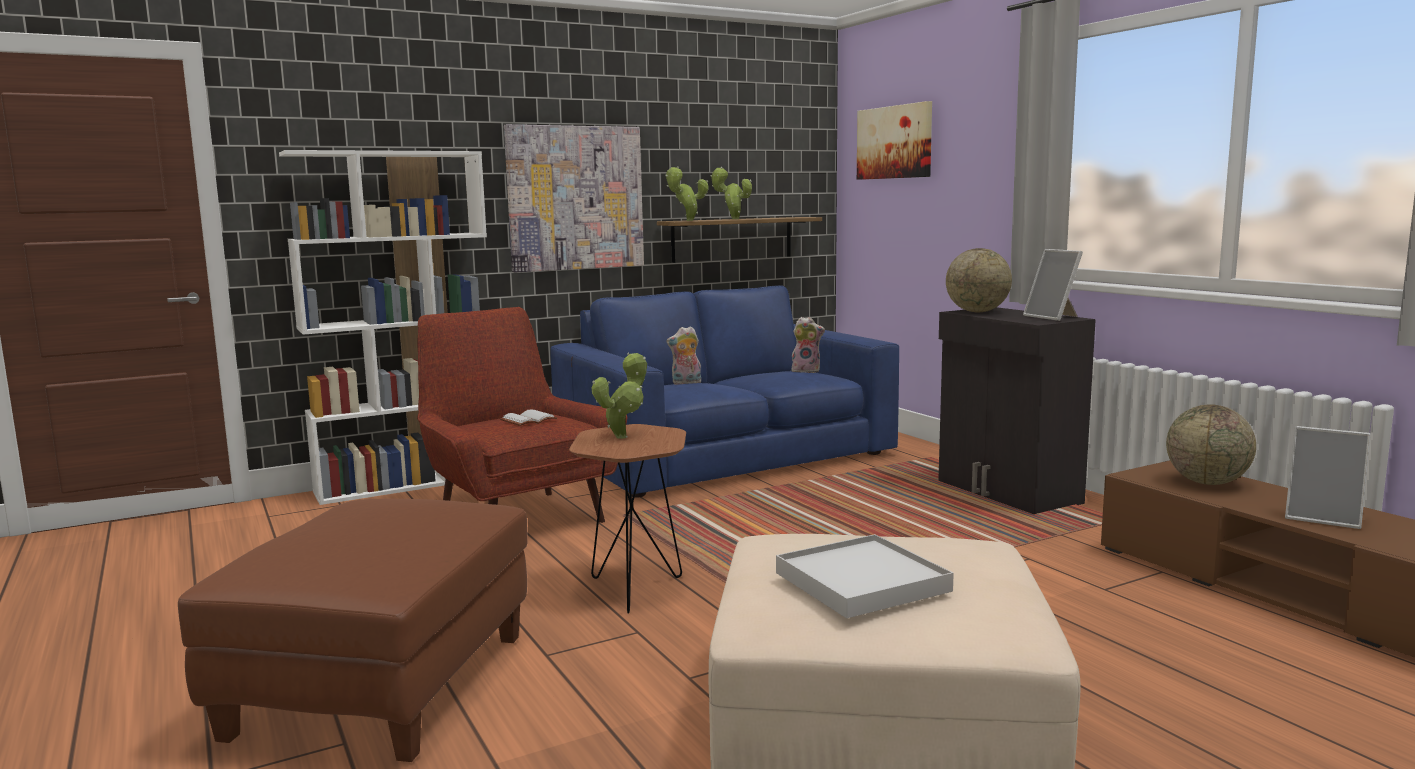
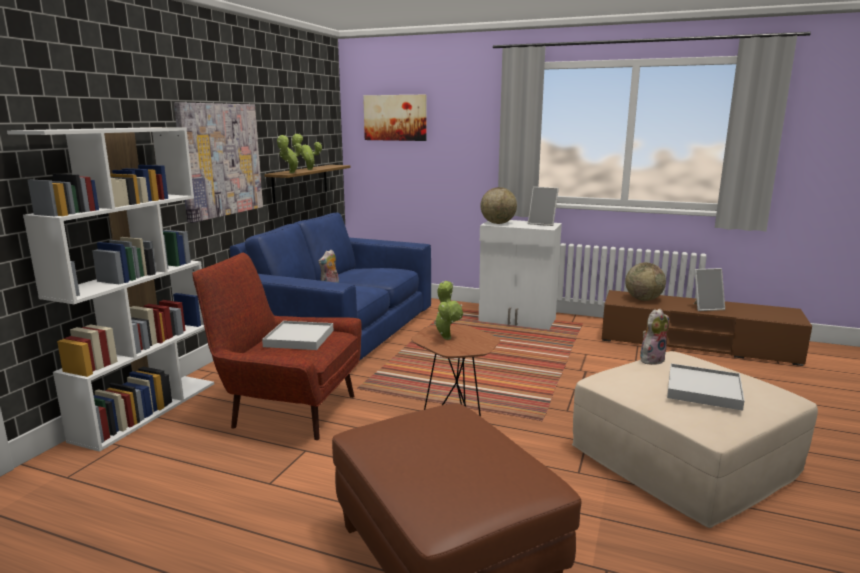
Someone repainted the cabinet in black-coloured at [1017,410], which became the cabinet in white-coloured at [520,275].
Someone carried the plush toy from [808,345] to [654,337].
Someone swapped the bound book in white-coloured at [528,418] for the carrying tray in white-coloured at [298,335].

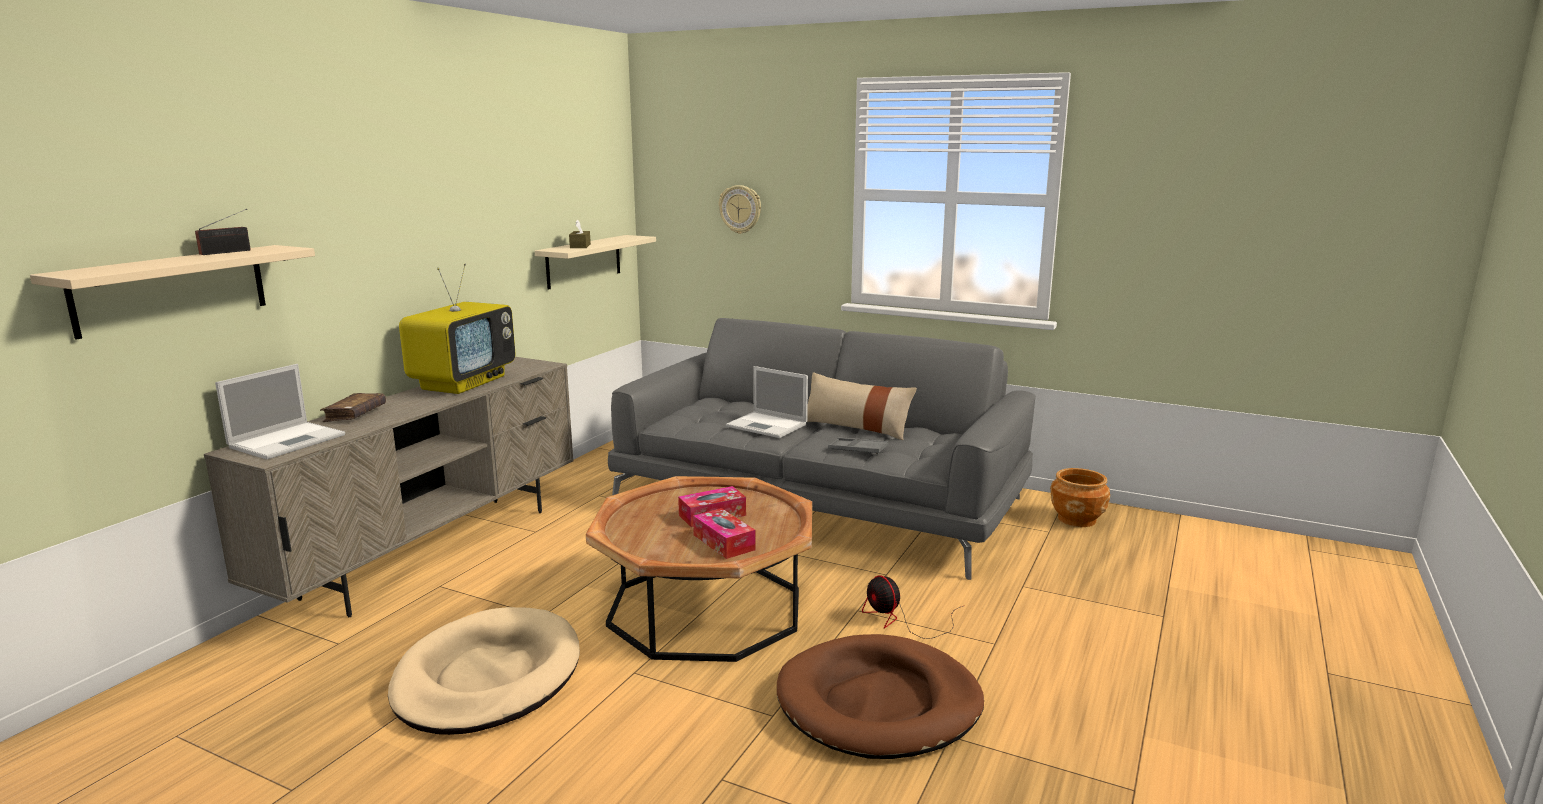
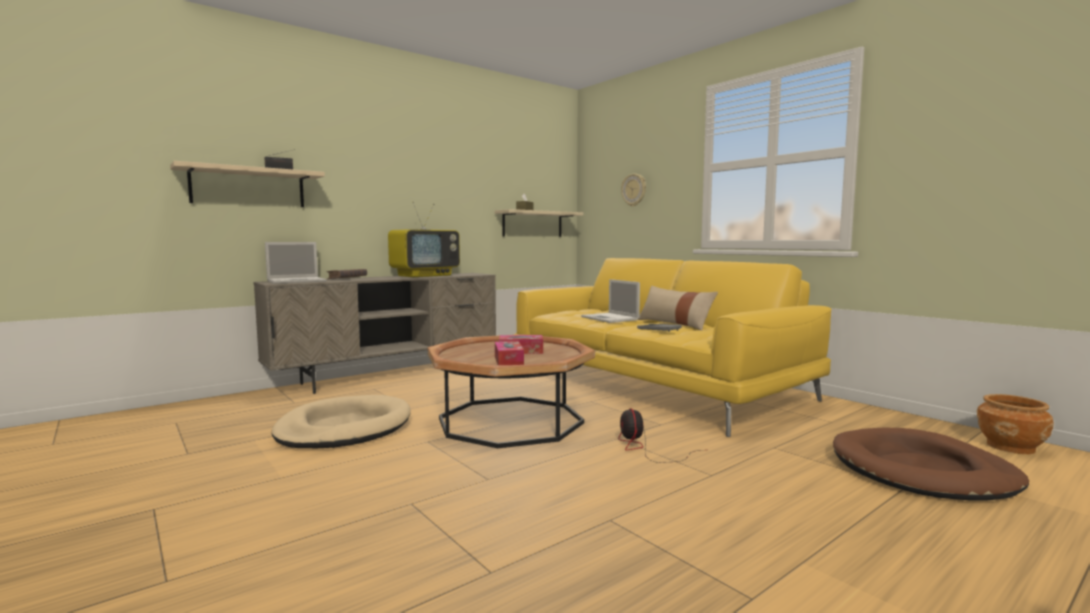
Someone repainted the couch in grey at [822,449], which became the couch in yellowish at [673,347].
Someone carried the flower pot in brownish from [1080,497] to [1015,424].
Someone carried the pet bed in brownish from [880,696] to [931,464].

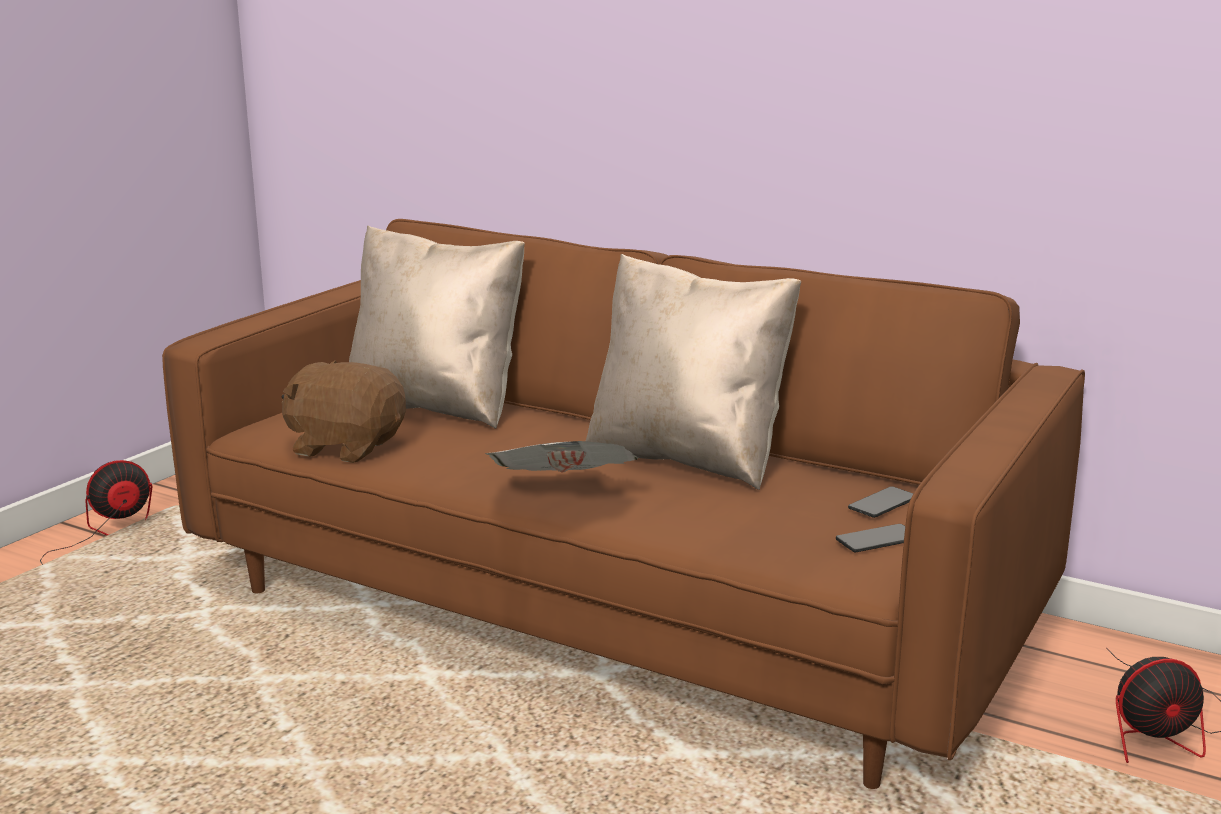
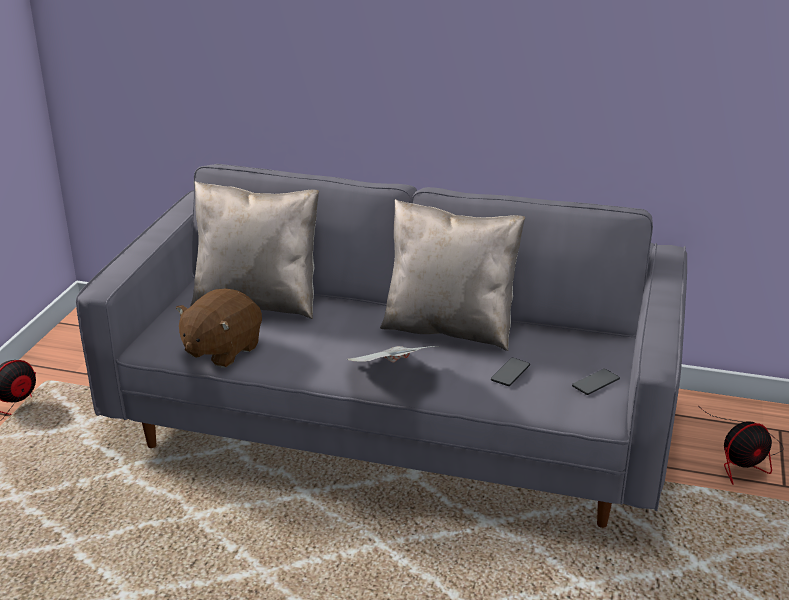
Someone repainted the couch in brownish at [623,504], which became the couch in grey at [381,346].
Someone rotated the plush toy in brownish at [343,411] by 60 degrees counterclockwise.
Someone carried the phone from [880,502] to [510,372].

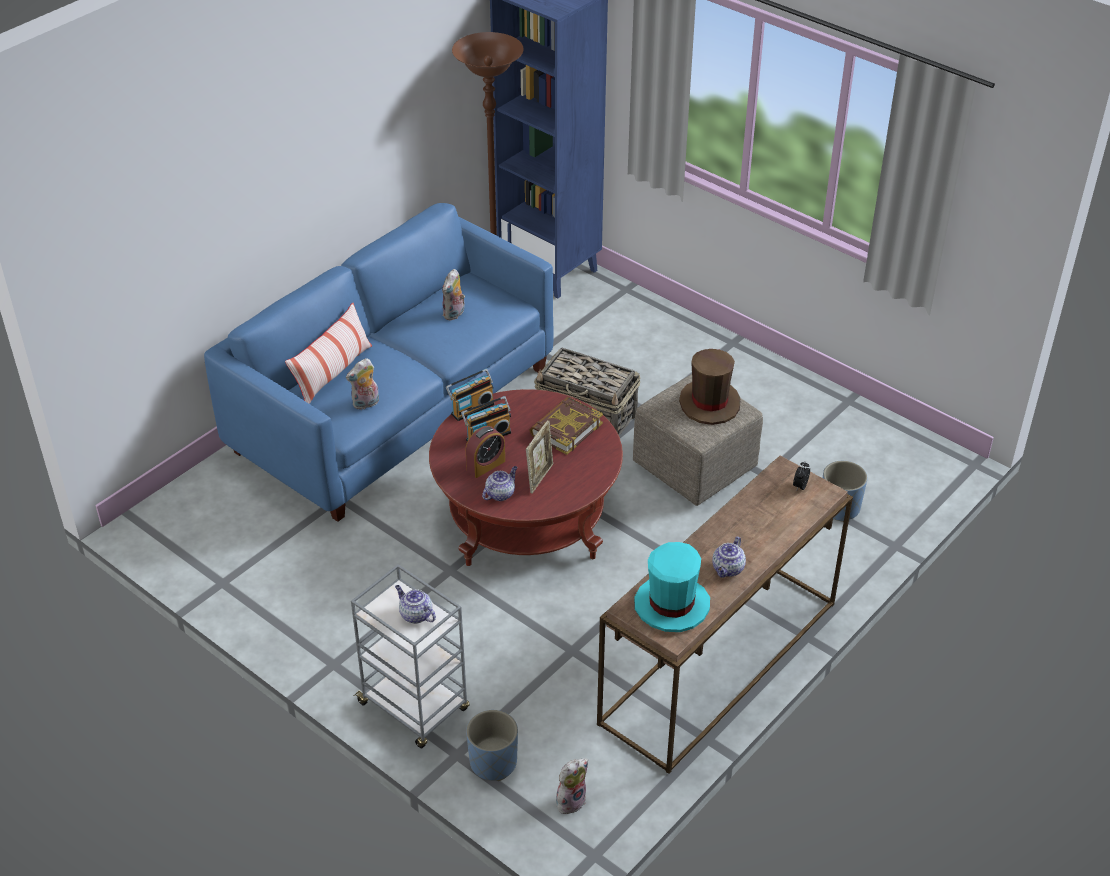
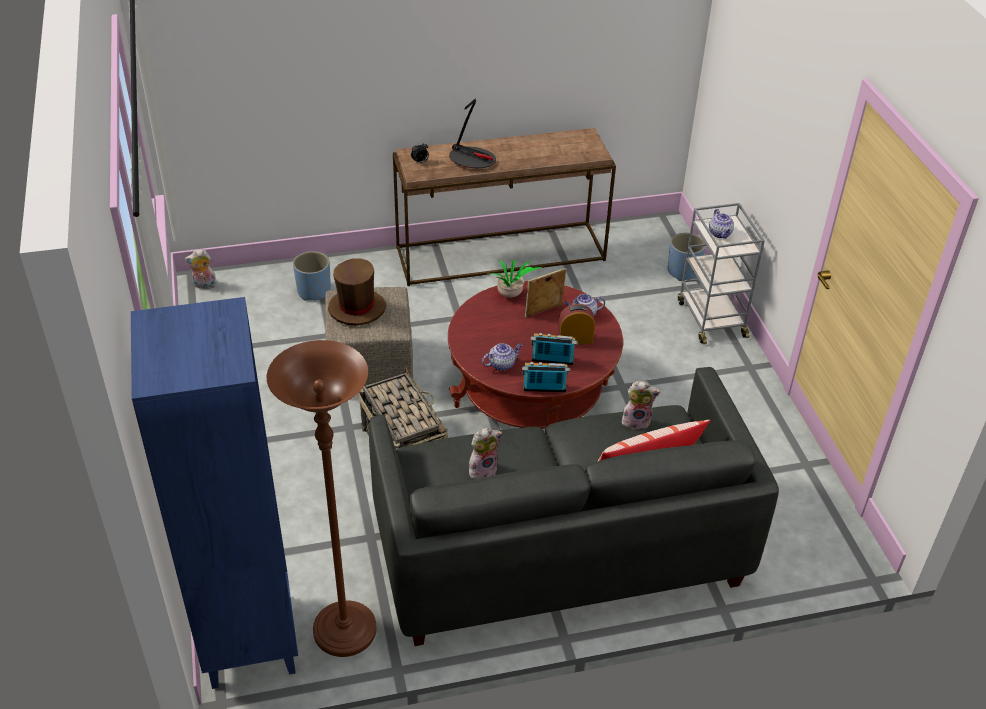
Someone repainted the couch in blue-coloured at [379,362], which became the couch in grey at [574,506].
Someone took away the bound book at [566,426].
Someone carried the pot for tea from [729,557] to [502,357].
Someone took away the clothing hat in turquoise at [672,587].
Someone carried the plush toy from [572,786] to [201,269].
Someone put down the table lamp at [472,133].
Someone put down the plant in a pot at [516,278].

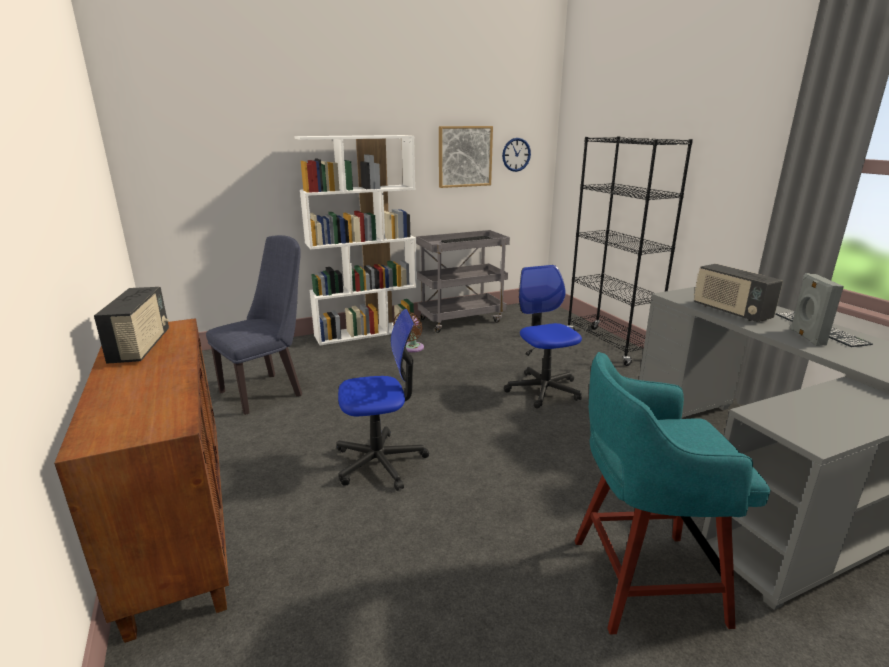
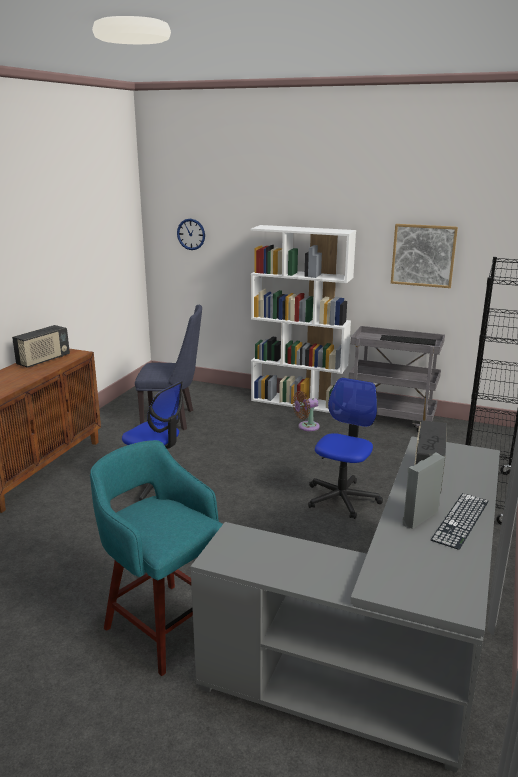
Someone carried the wall clock from [516,155] to [191,234].

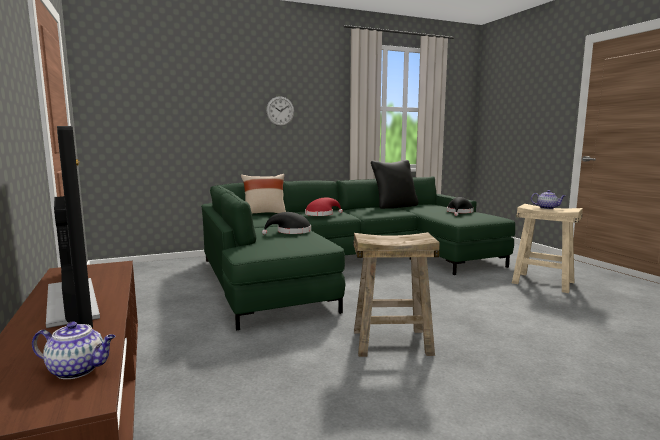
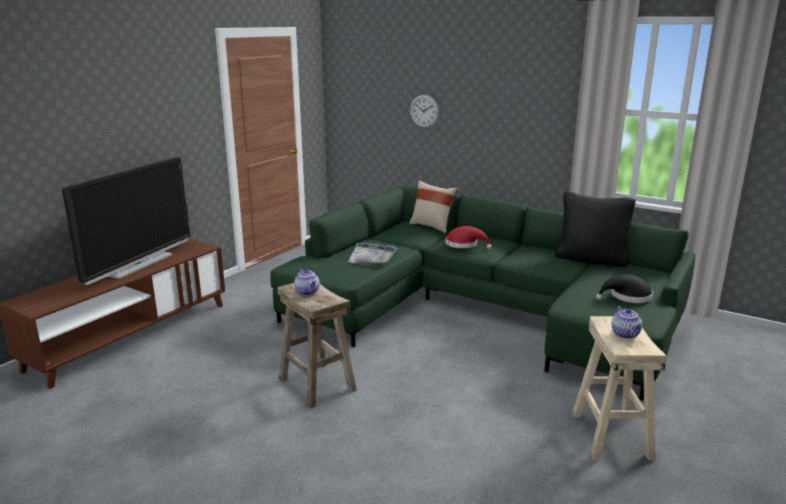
Someone carried the wall clock from [280,111] to [424,111].
Someone swapped the clothing hat in black-coloured at [286,223] for the carrying tray in grey at [372,254].
Someone carried the pot for tea from [74,350] to [307,282].

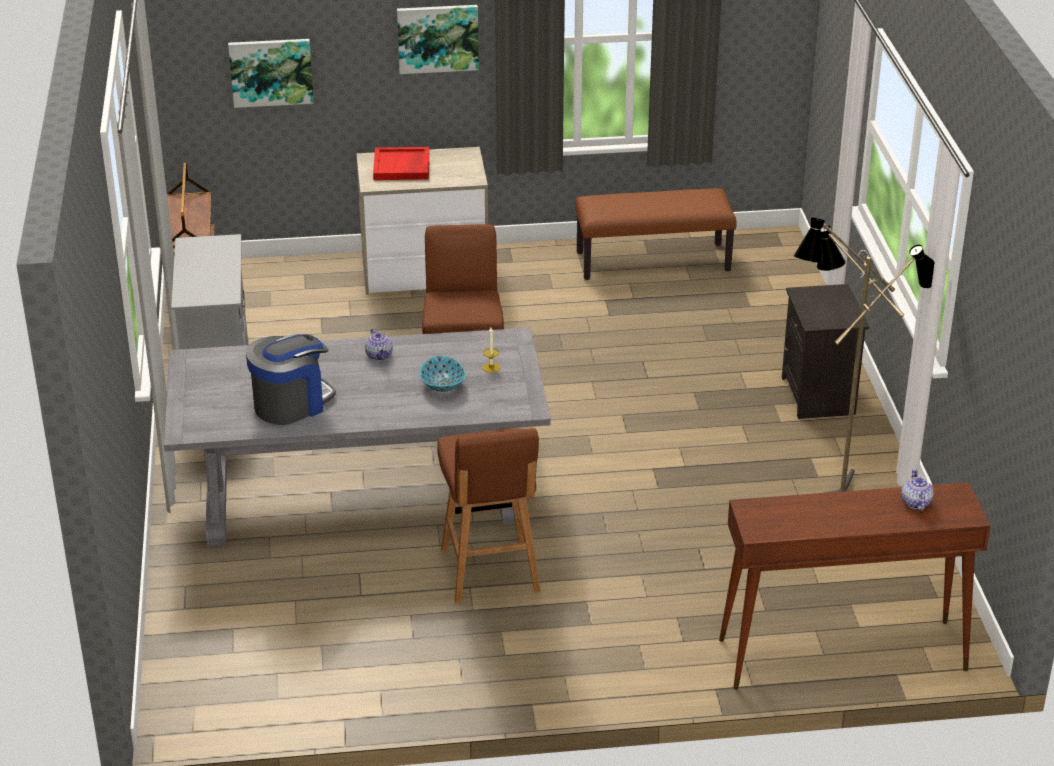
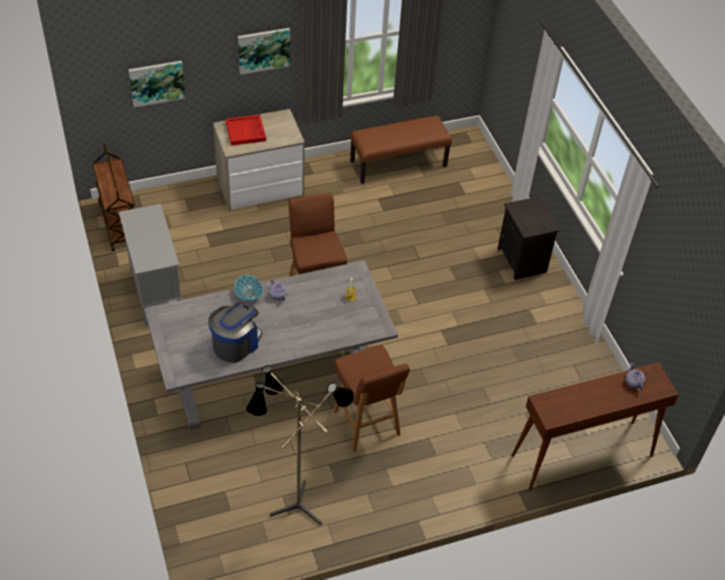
Someone carried the standard lamp from [864,355] to [300,445].
Someone carried the deep dish from [443,374] to [248,288].

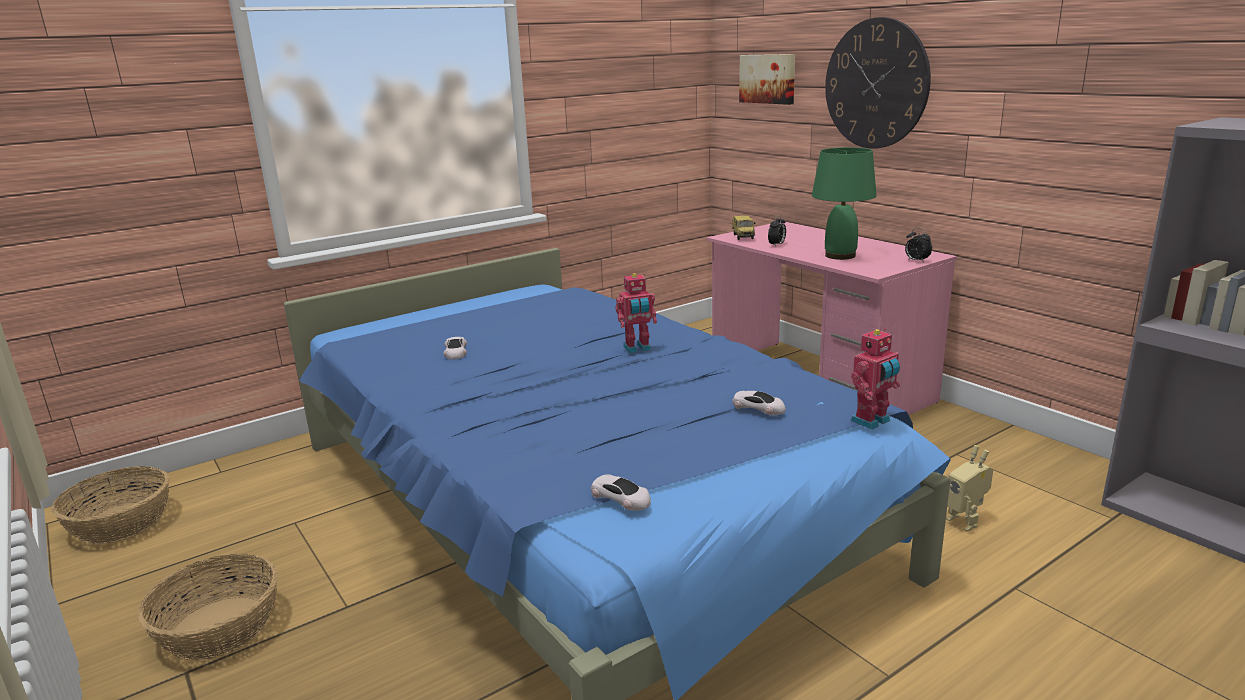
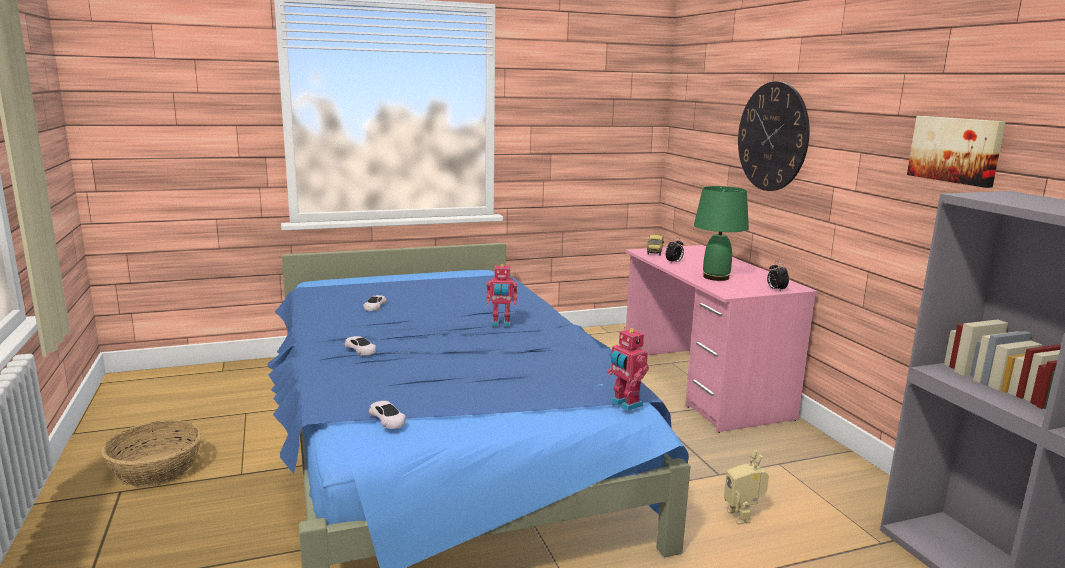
Someone carried the picture from [767,79] to [956,152].
Someone rotated the model robot at [875,379] by 75 degrees clockwise.
Someone carried the miniature car in white-coloured from [759,403] to [360,346].
Someone took away the basket at [110,505].

